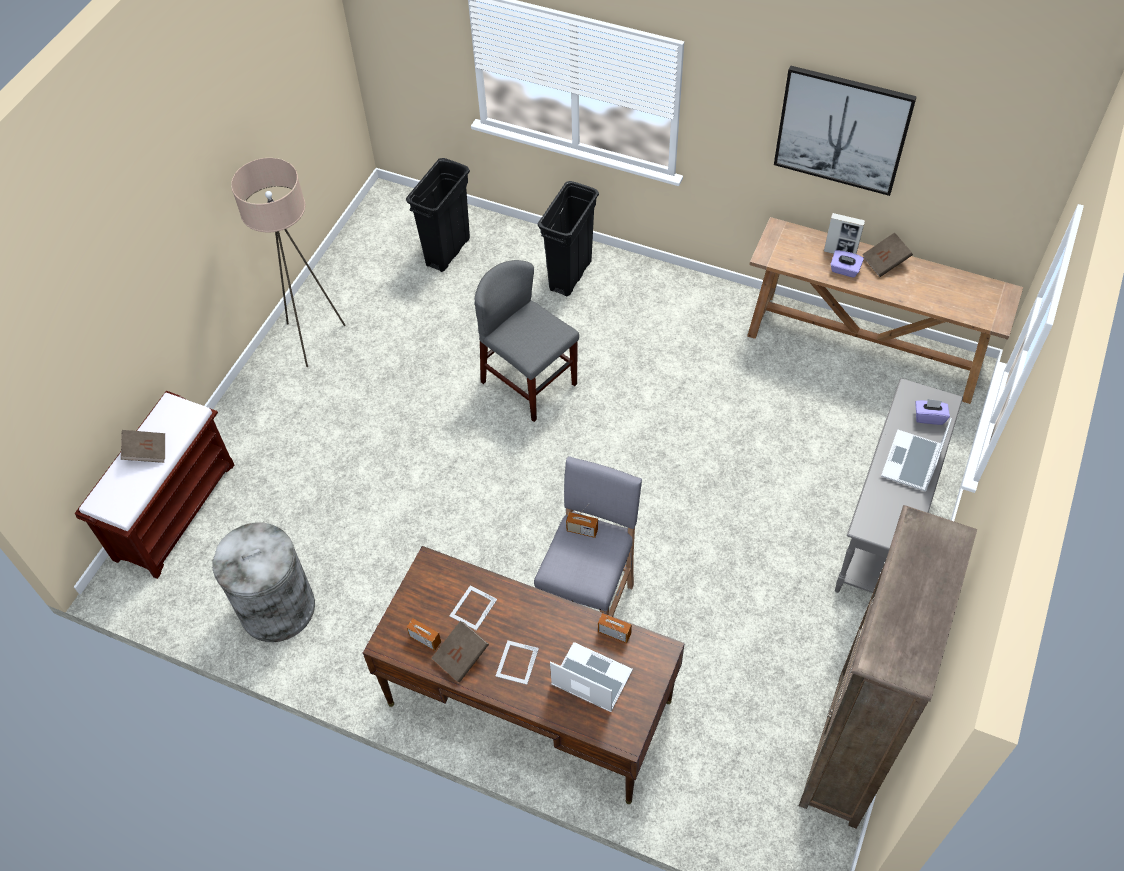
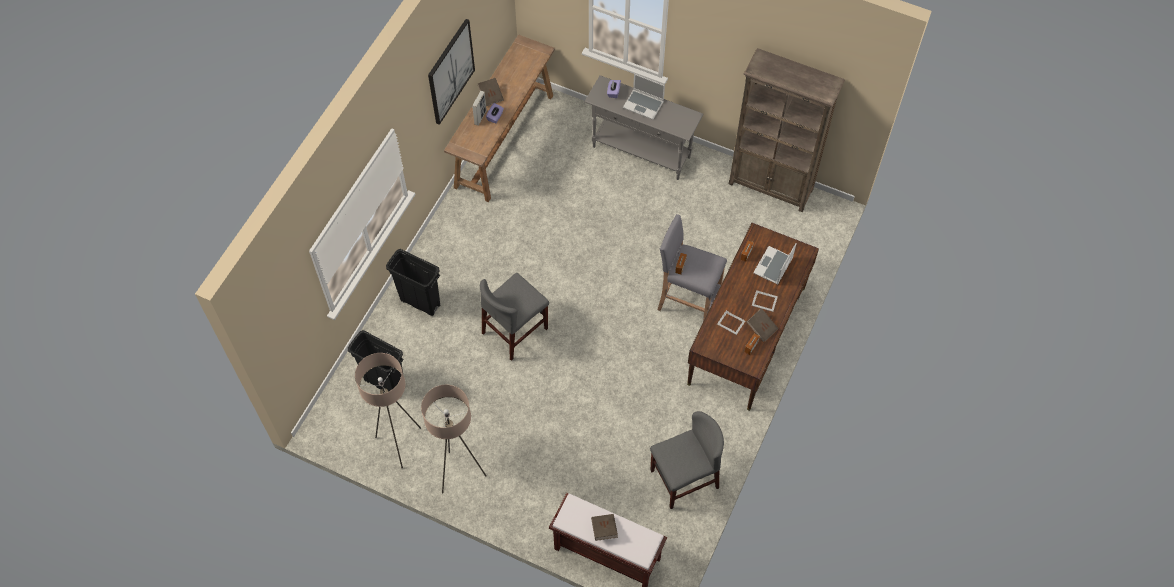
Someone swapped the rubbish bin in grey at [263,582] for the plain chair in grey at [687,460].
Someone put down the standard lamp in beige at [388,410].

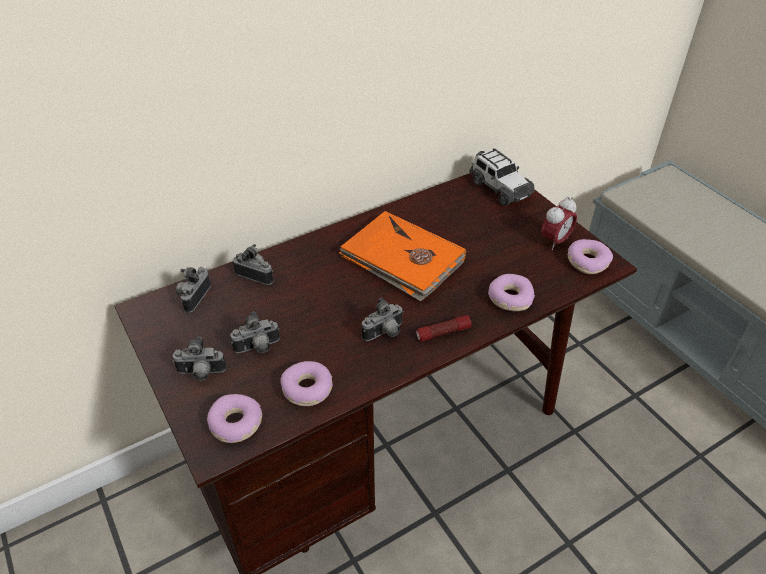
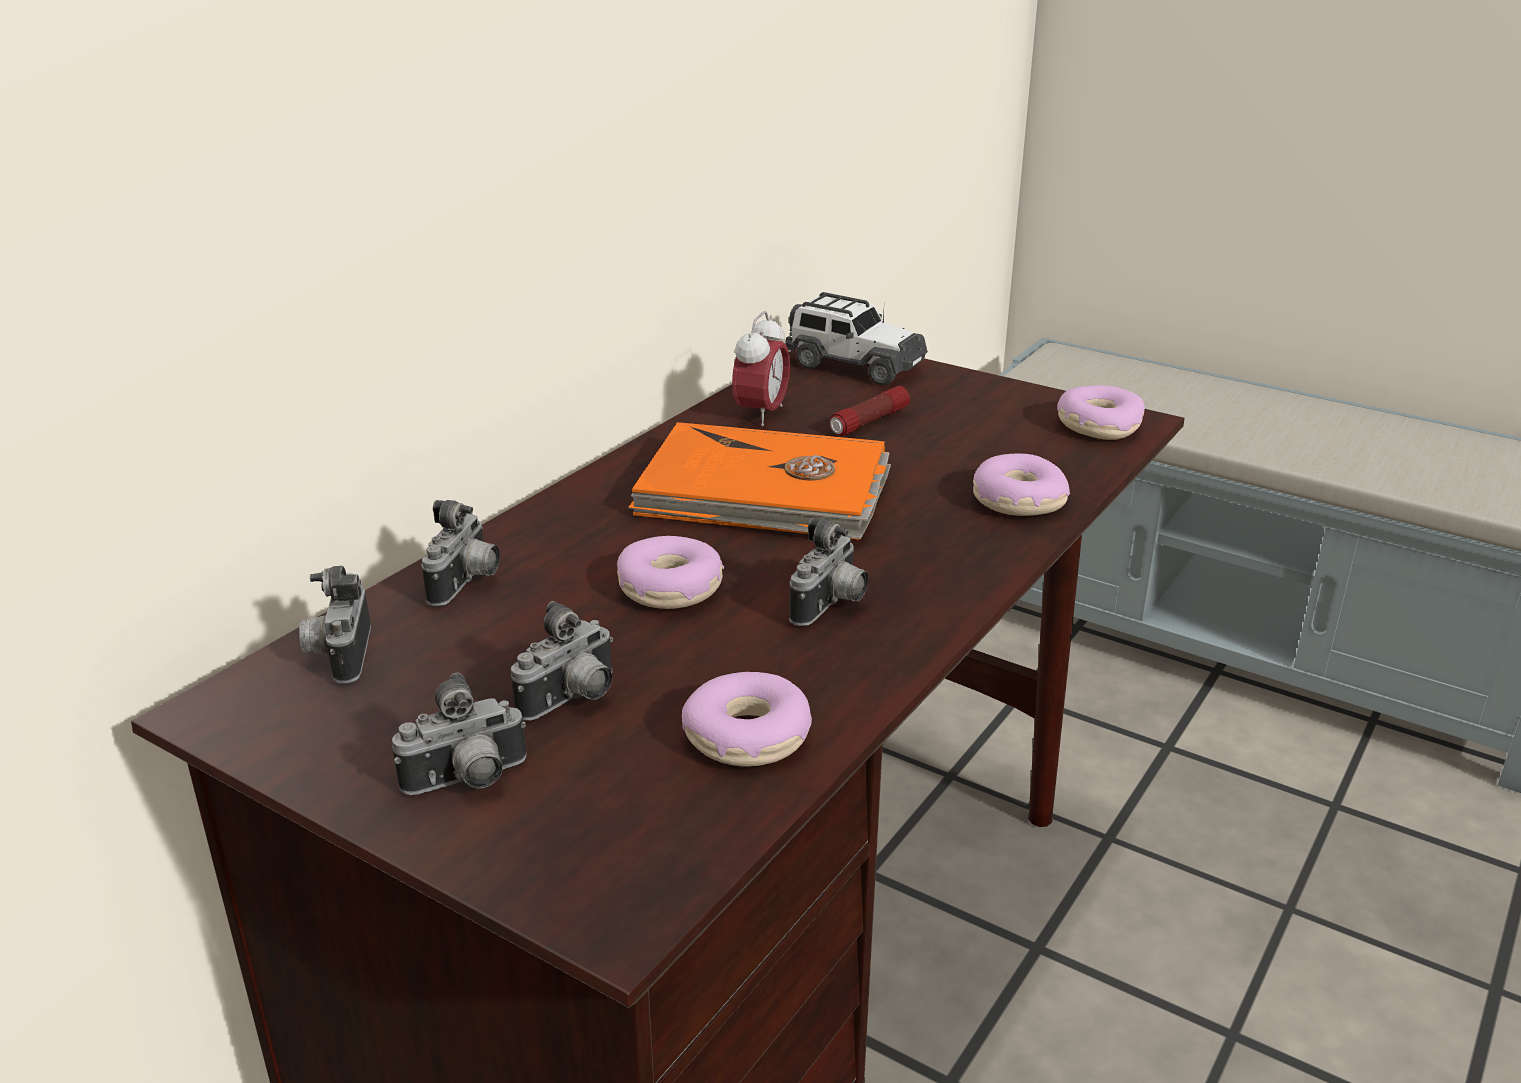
Someone carried the alarm clock from [559,223] to [761,368].
Someone rotated the photo camera at [253,264] by 105 degrees clockwise.
Someone carried the flashlight from [444,328] to [870,411].
Someone carried the donut from [234,418] to [670,572].

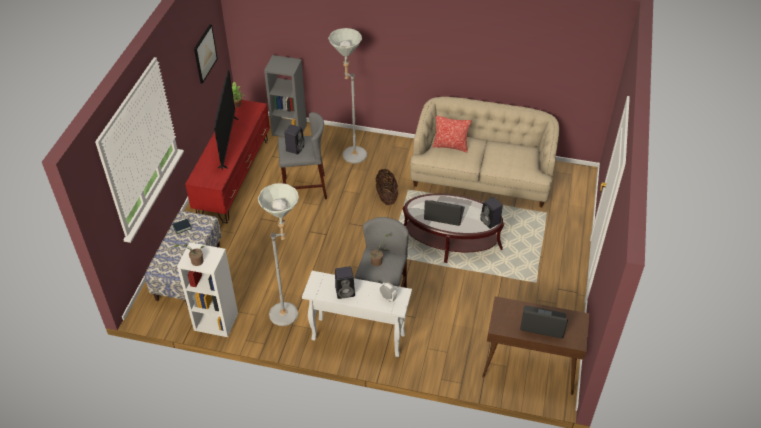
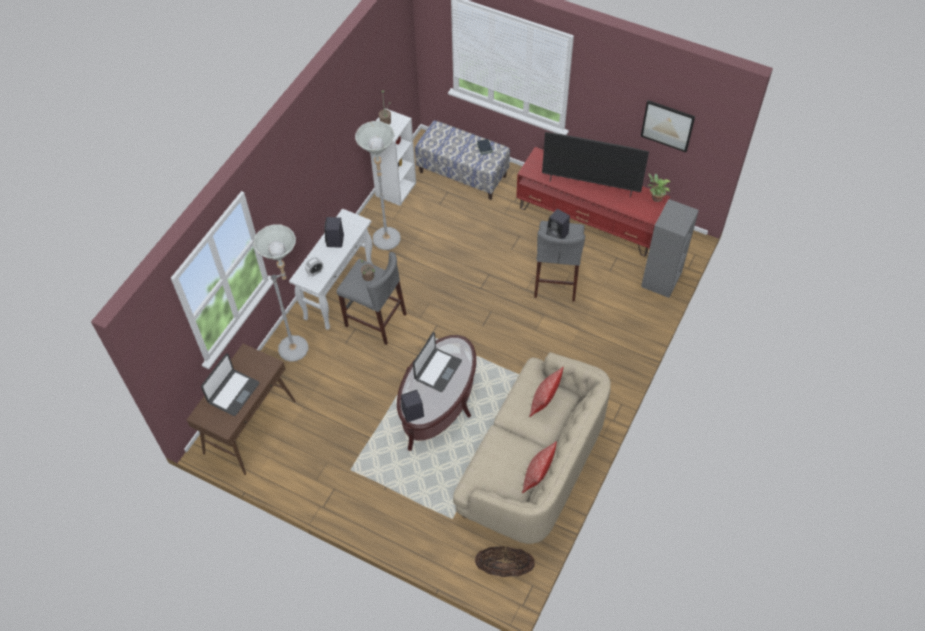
Someone carried the standard lamp in grey from [347,96] to [281,293].
Someone carried the basket from [387,187] to [505,561].
Someone put down the pillow at [539,467].

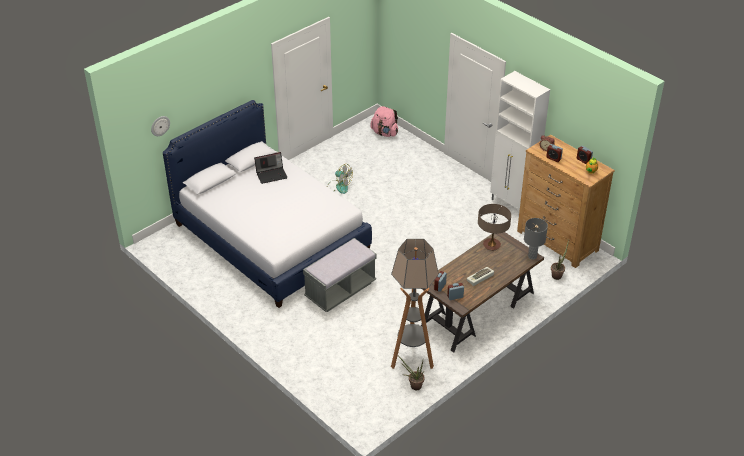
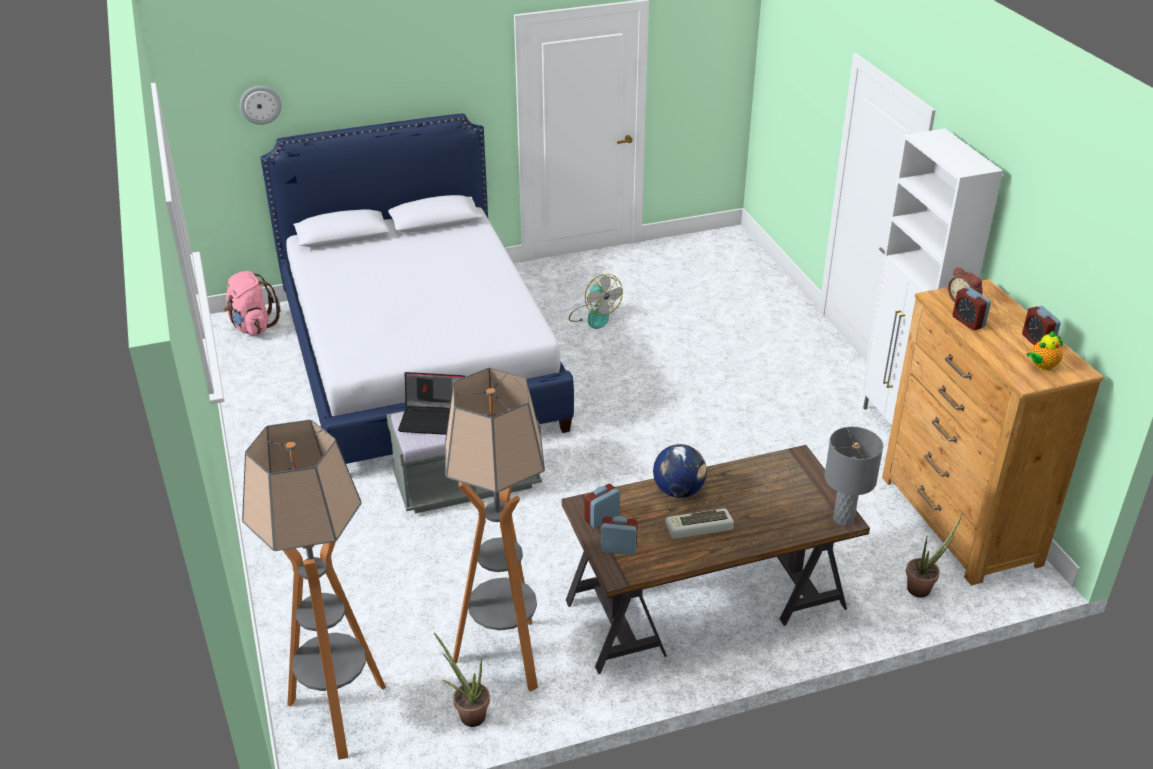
Someone carried the knapsack in pinkish from [384,121] to [252,303].
Someone carried the notebook computer from [271,168] to [431,403].
Someone took away the table lamp at [494,227].
Someone put down the standard lamp at [314,590].
Someone put down the globe at [680,471].

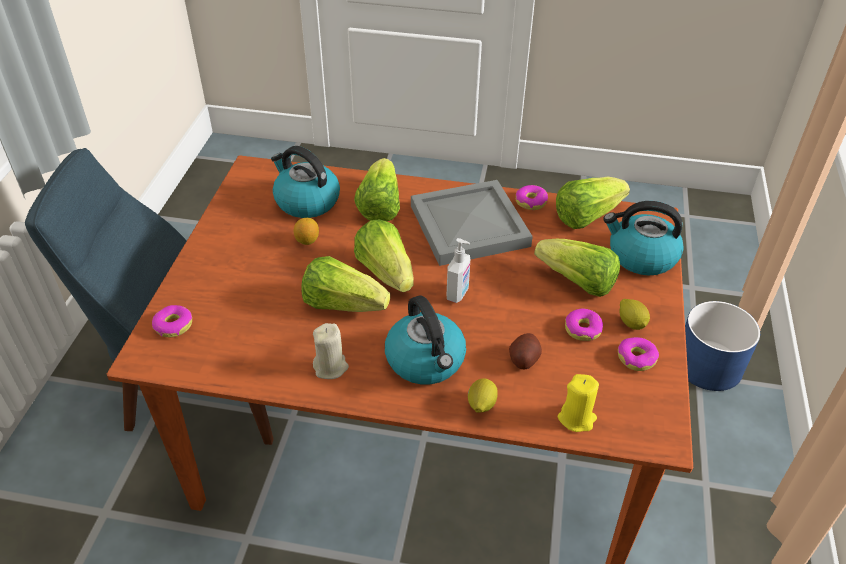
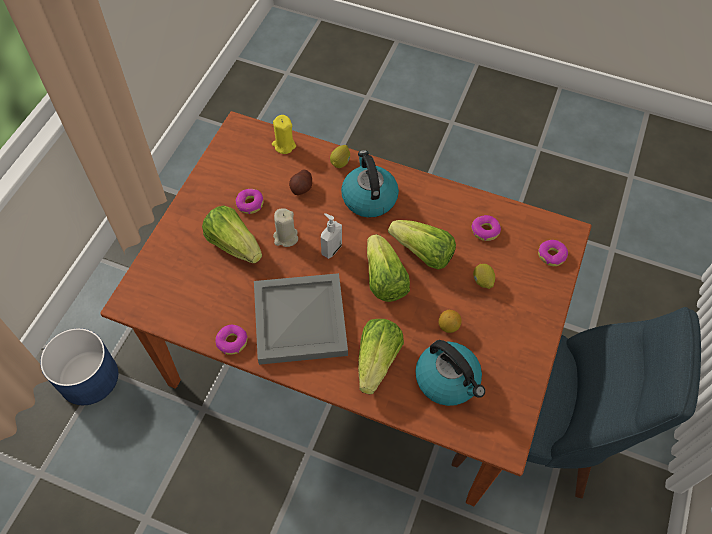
Someone took away the head of lettuce at [593,203].
Someone took away the kettle at [643,238].
Someone carried the citrus fruit from [635,314] to [484,276].
Someone carried the wax light in beige from [331,351] to [285,227].
Someone carried the donut from [638,354] to [486,228].

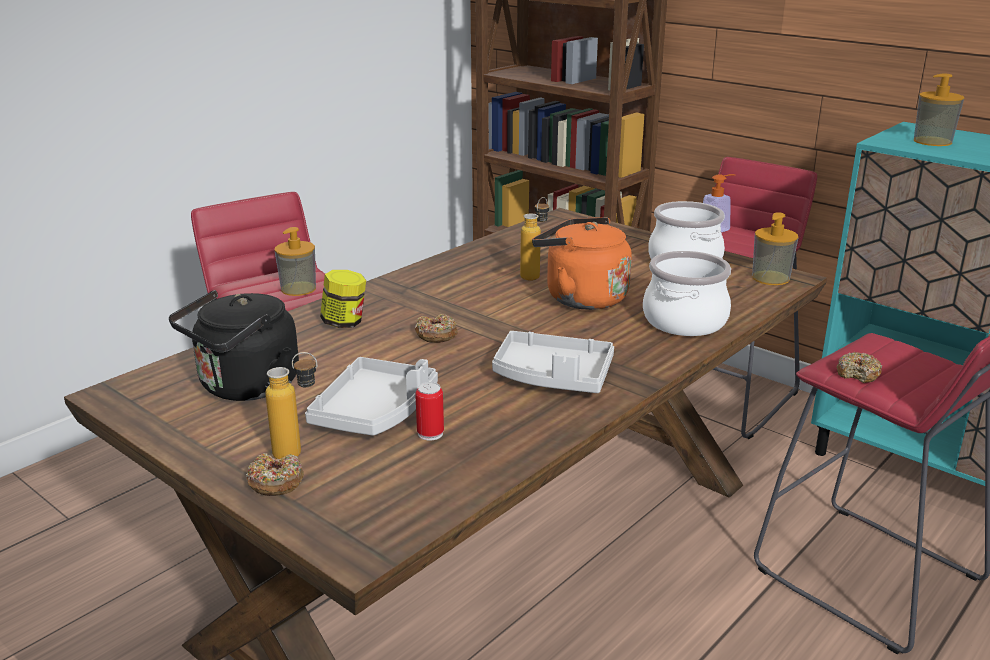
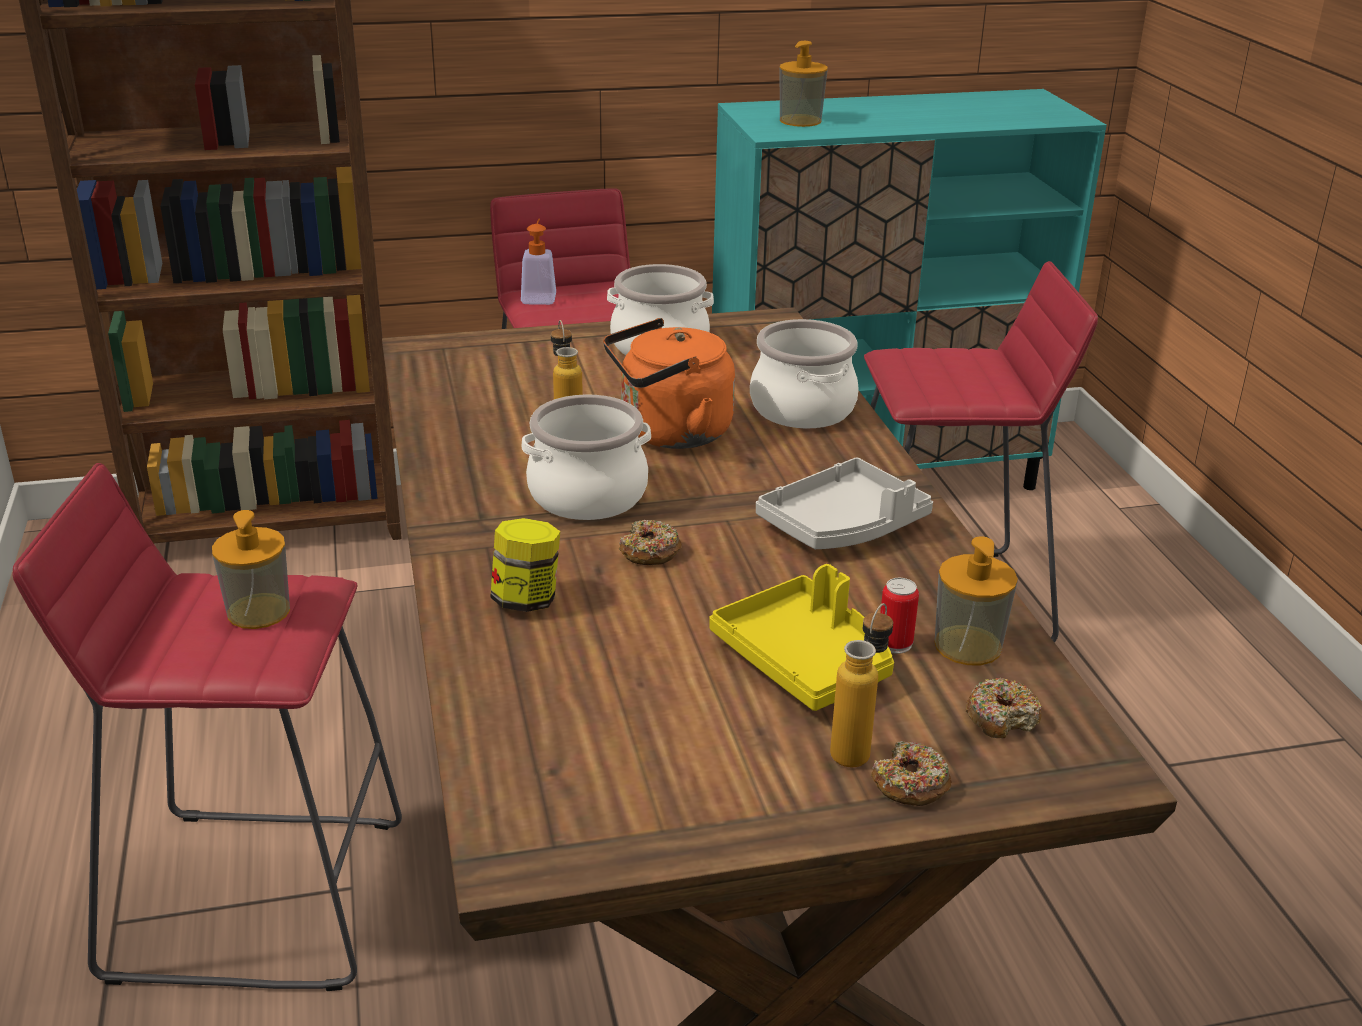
Someone carried the liquid soap bottle from [775,248] to [976,600].
Someone took away the kettle in black-coloured at [234,345].
Someone carried the donut from [860,367] to [1004,708].
Someone repainted the carrying tray in grey at [371,396], which became the carrying tray in yellowish at [801,637].
Someone put down the saucepot at [586,457].

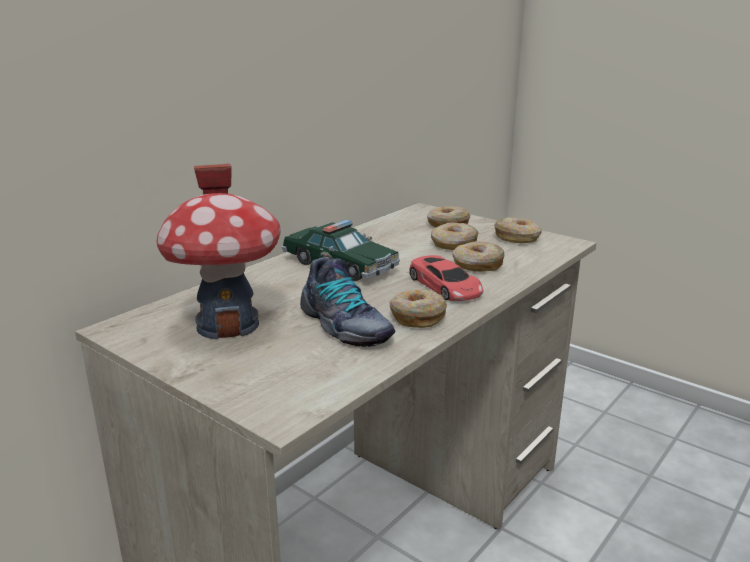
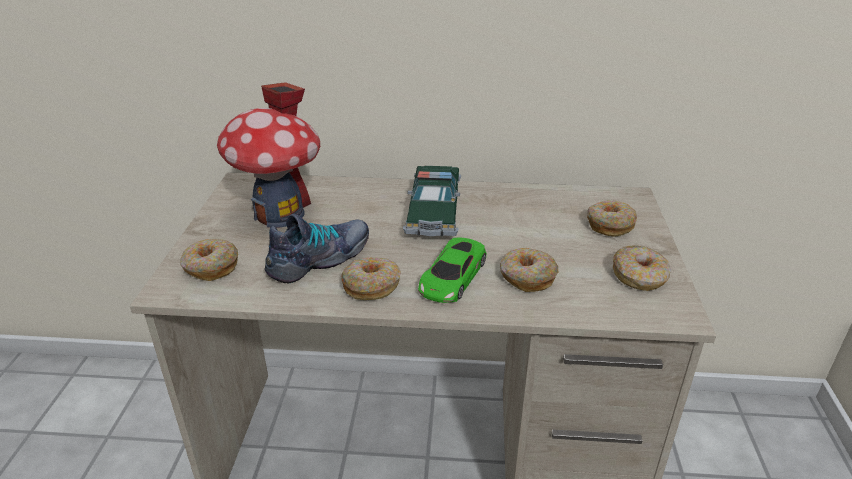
Someone carried the donut from [454,236] to [209,260].
Someone repainted the miniature car in reddish at [446,278], which became the miniature car in green-coloured at [452,270].
Someone rotated the shoe at [347,302] by 150 degrees counterclockwise.

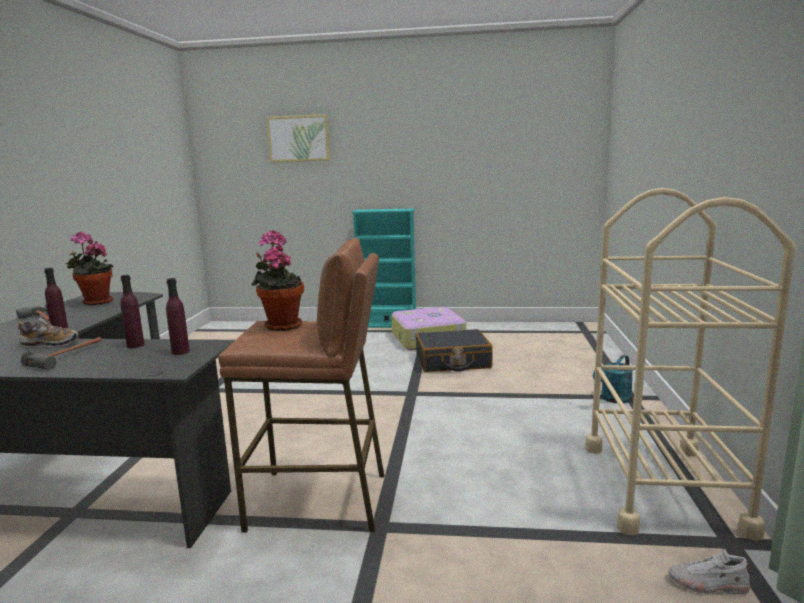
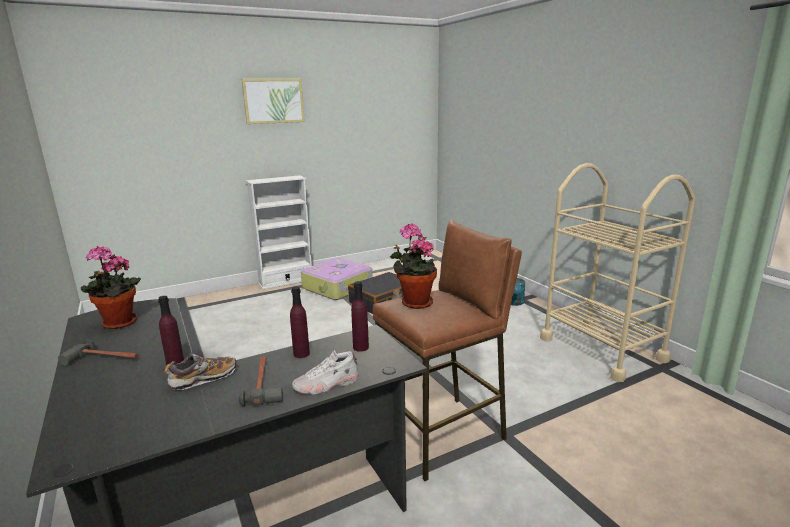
Someone carried the picture from [298,138] to [273,101].
Someone repainted the bookcase in turquoise at [384,268], which became the bookcase in white-coloured at [279,232].
Someone carried the shoe in white-coloured from [709,572] to [325,372].

